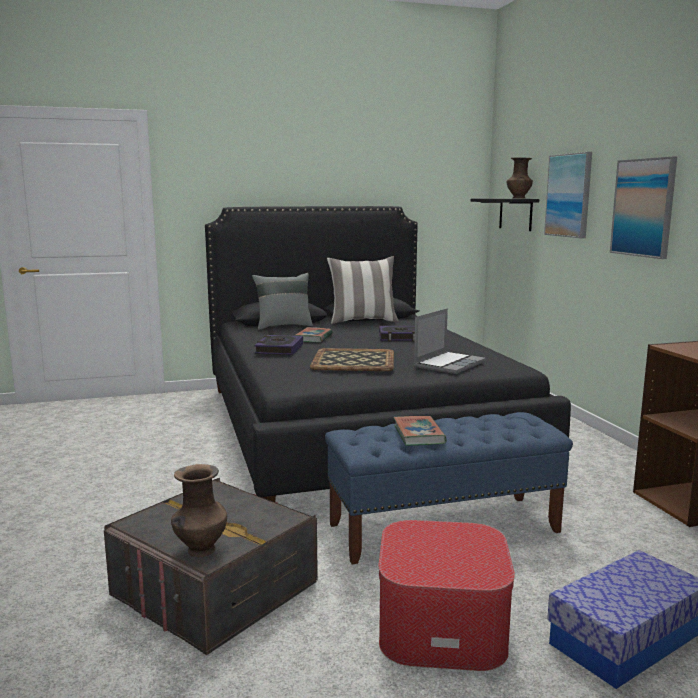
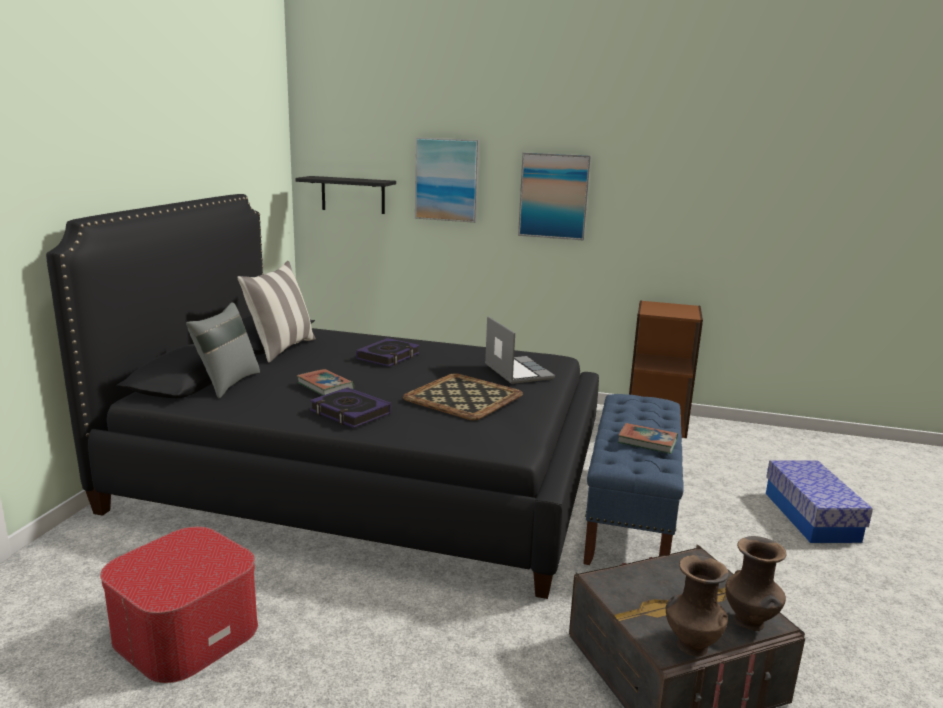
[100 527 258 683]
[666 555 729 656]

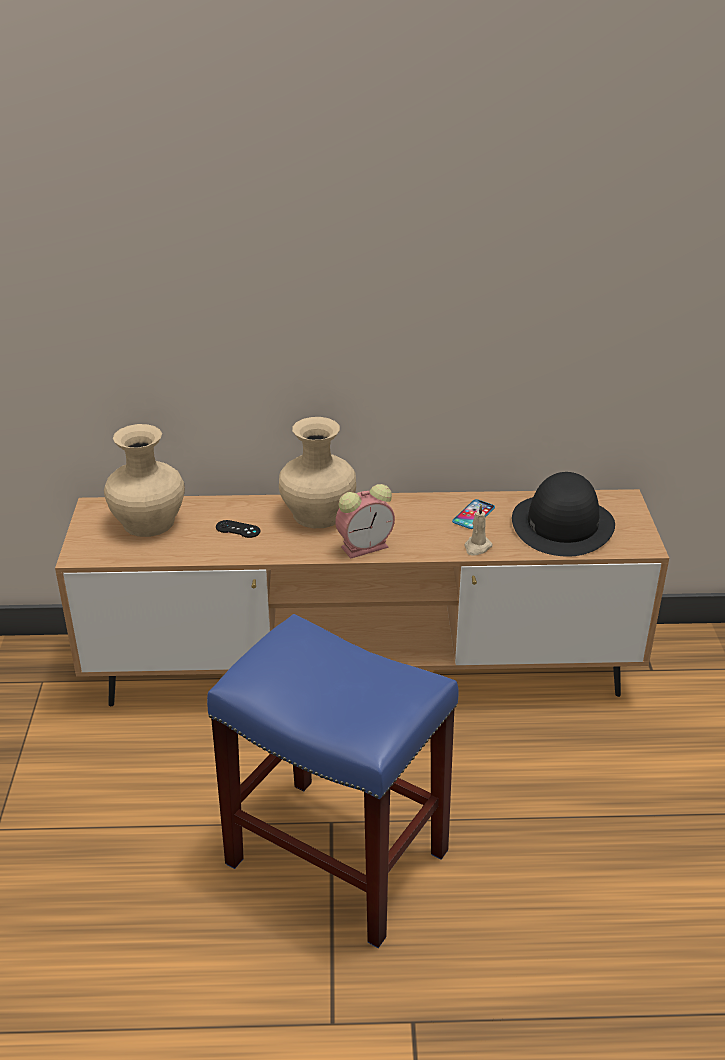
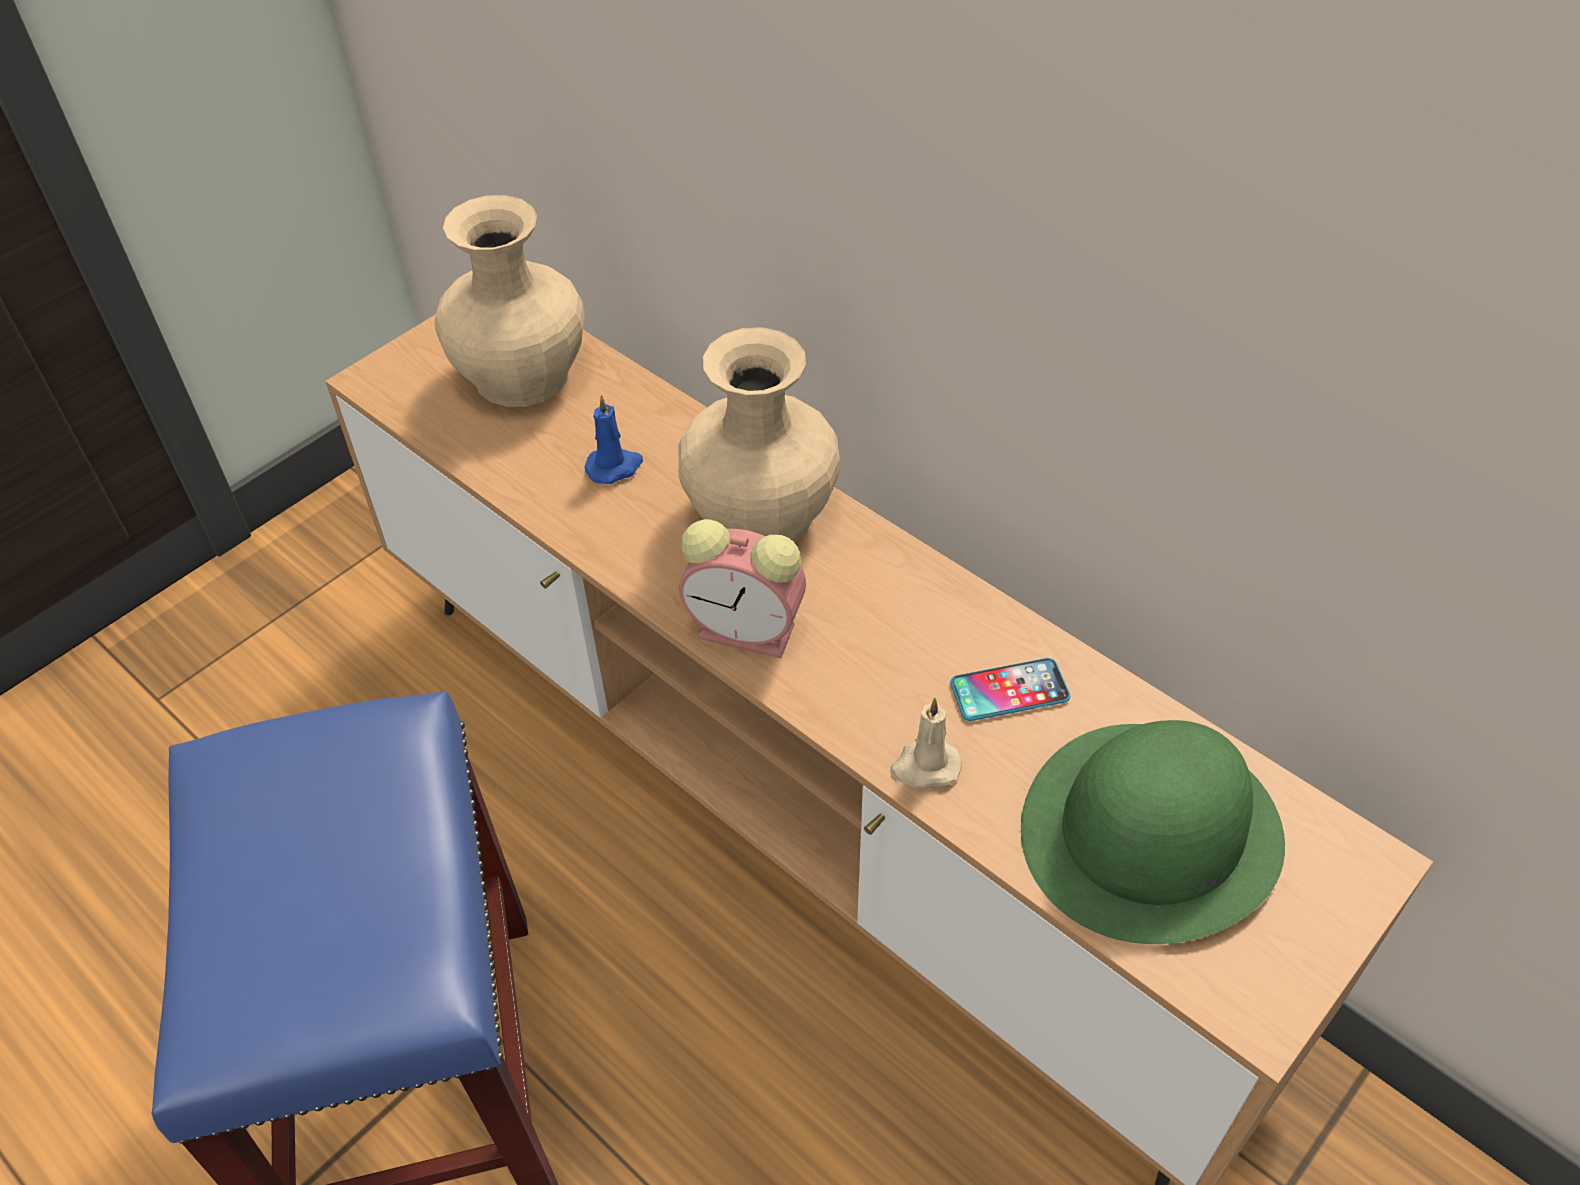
[585 395 643 484]
[1021 720 1285 944]

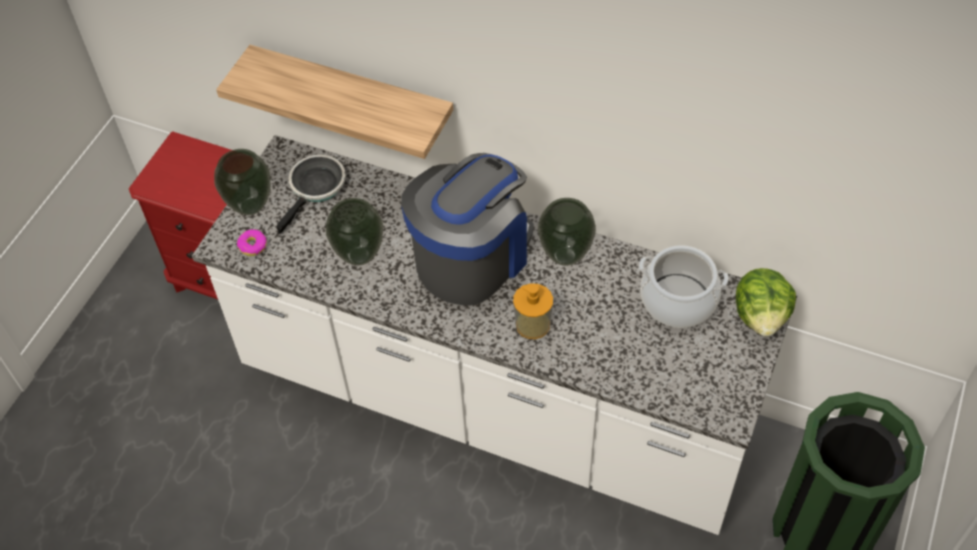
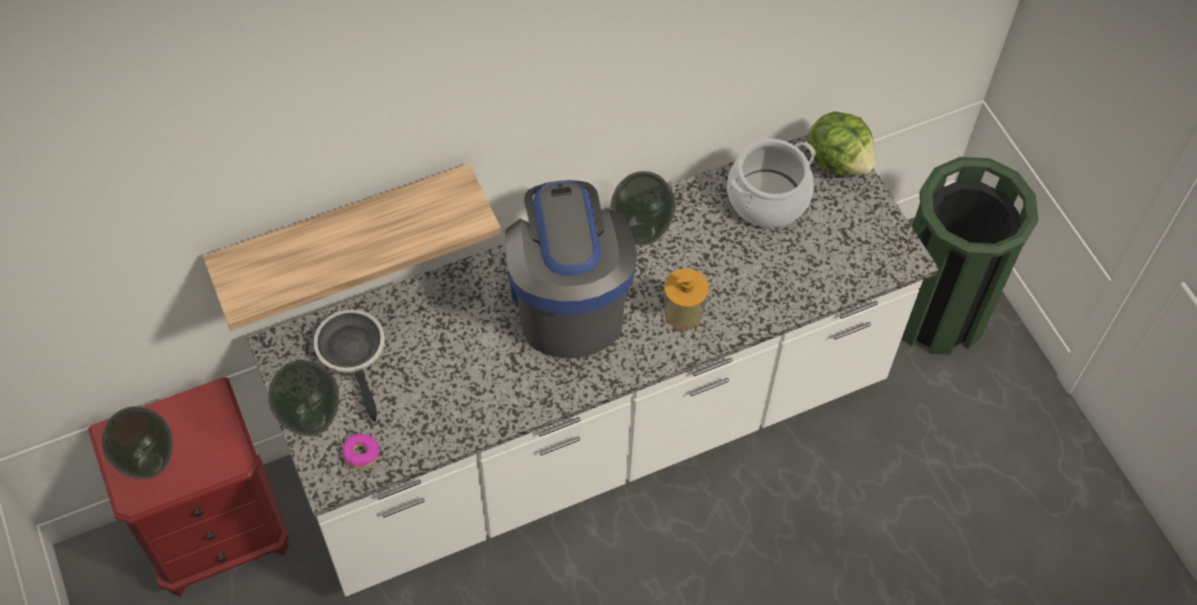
[102 406 173 479]

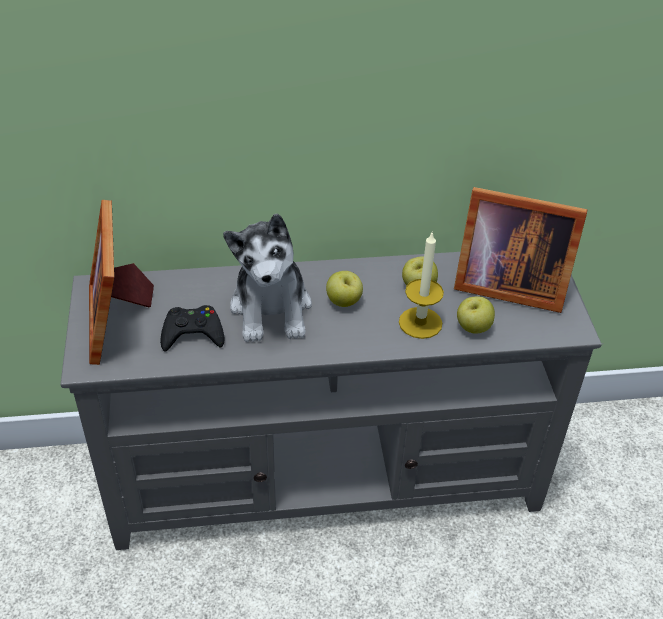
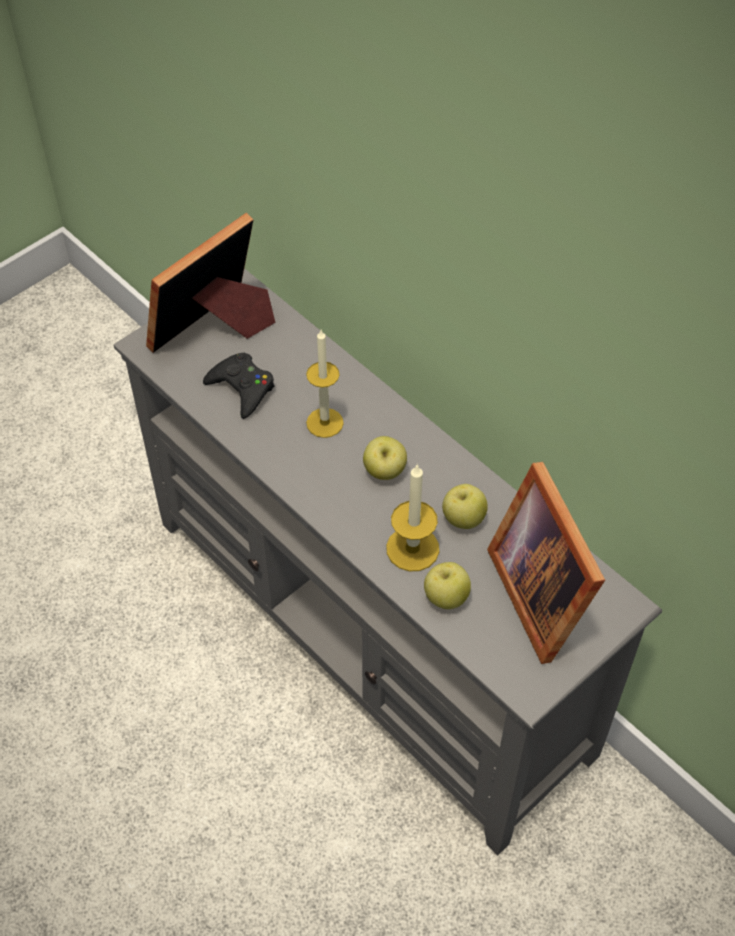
[306 330 344 438]

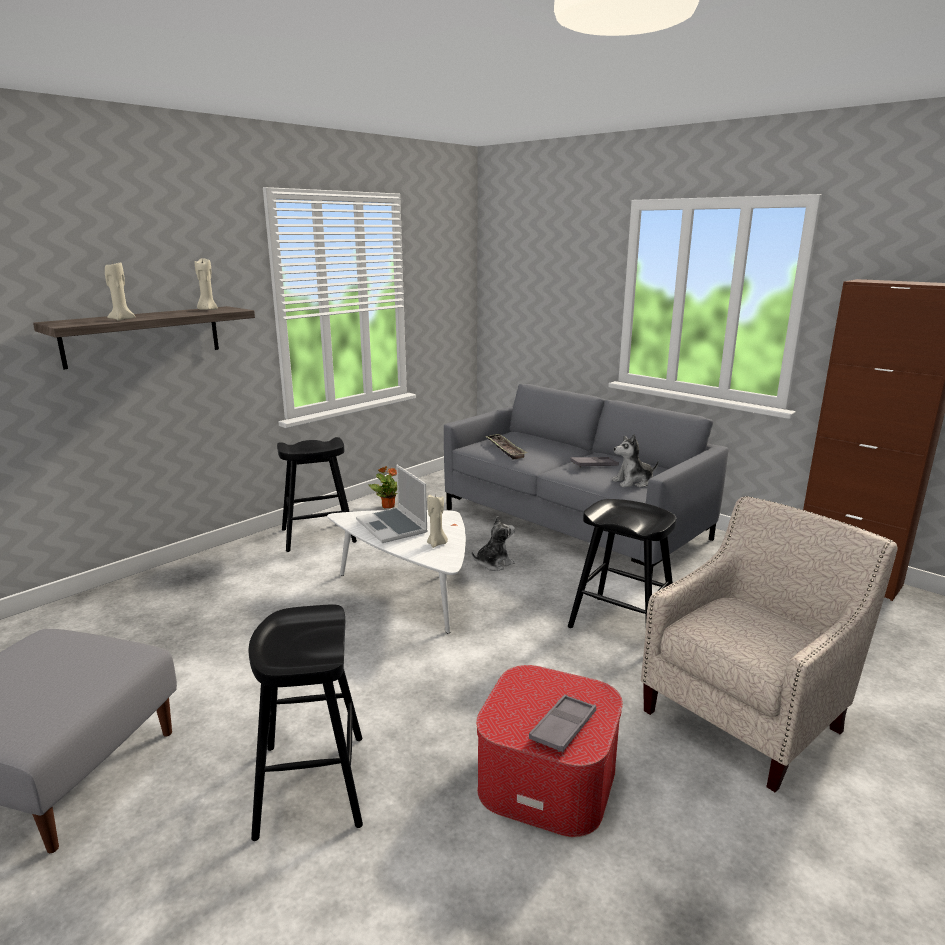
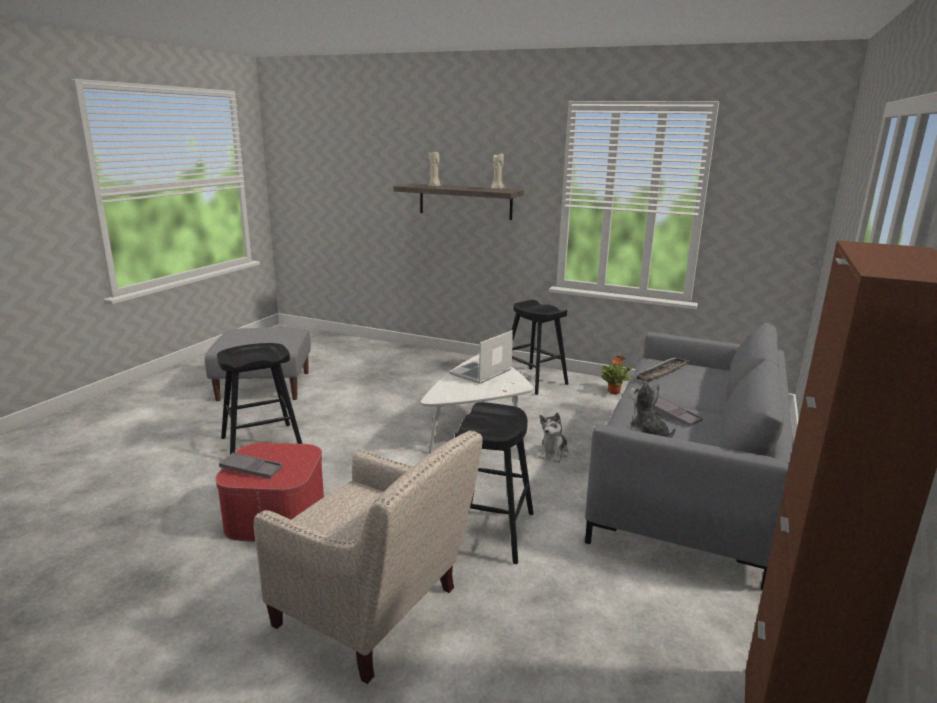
[427 493 448 548] (first image)
[538 413 569 463]

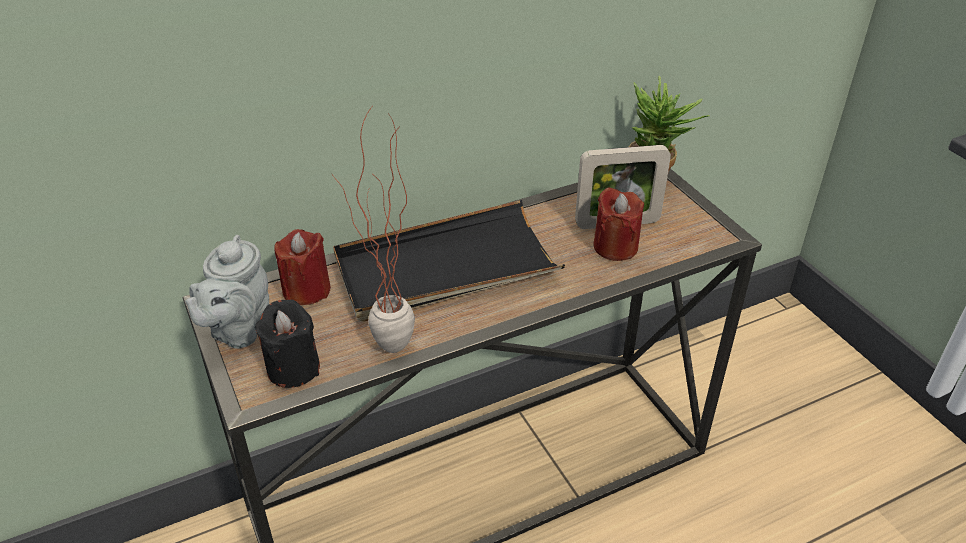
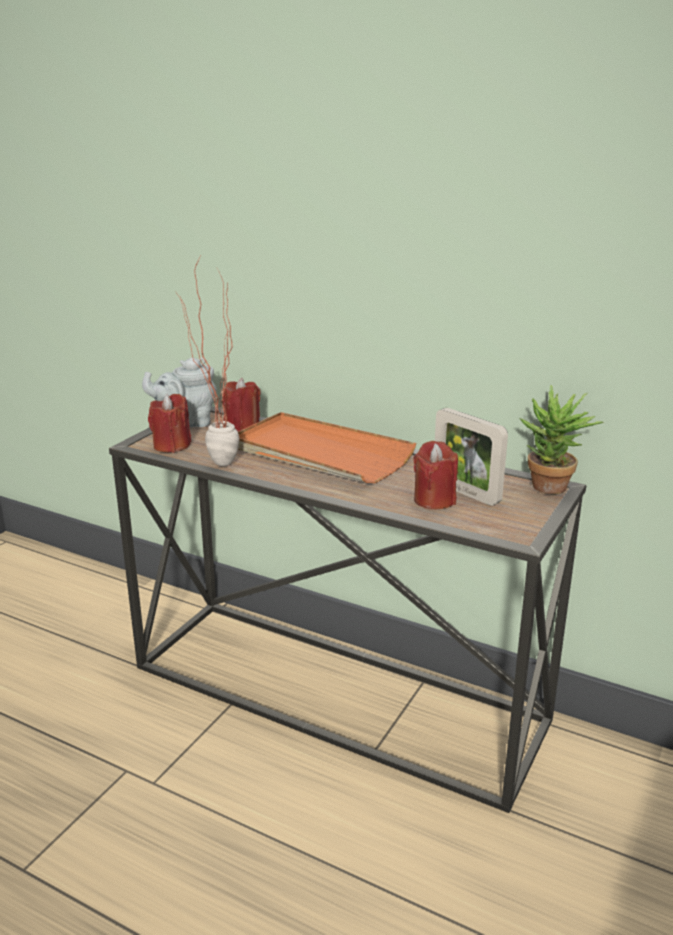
[148 394 191 453]
[238 412 416 483]

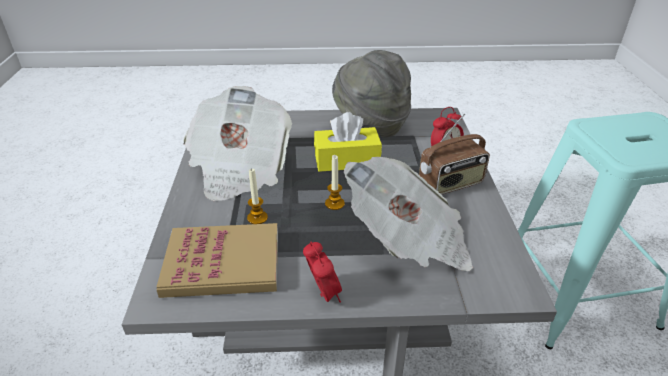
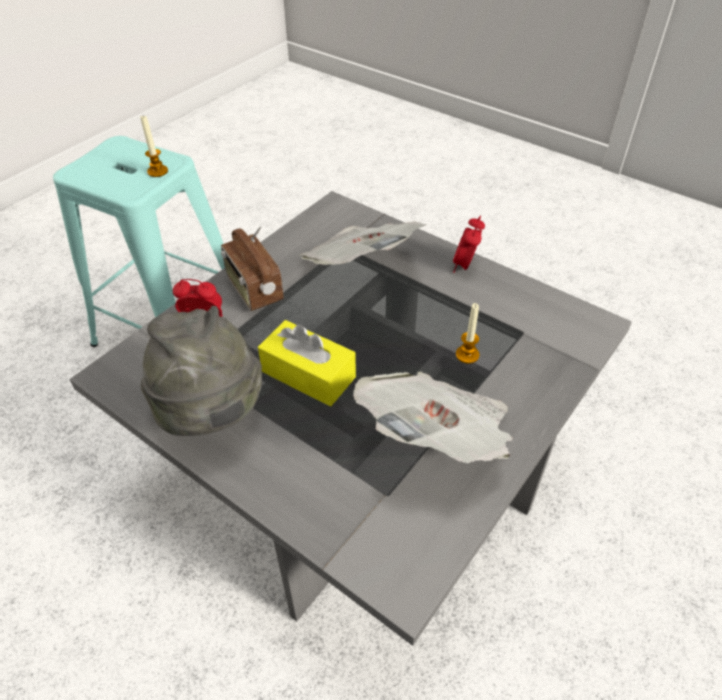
[157 223 278 298] (first image)
[140 116 168 177]
[221 226 284 311]

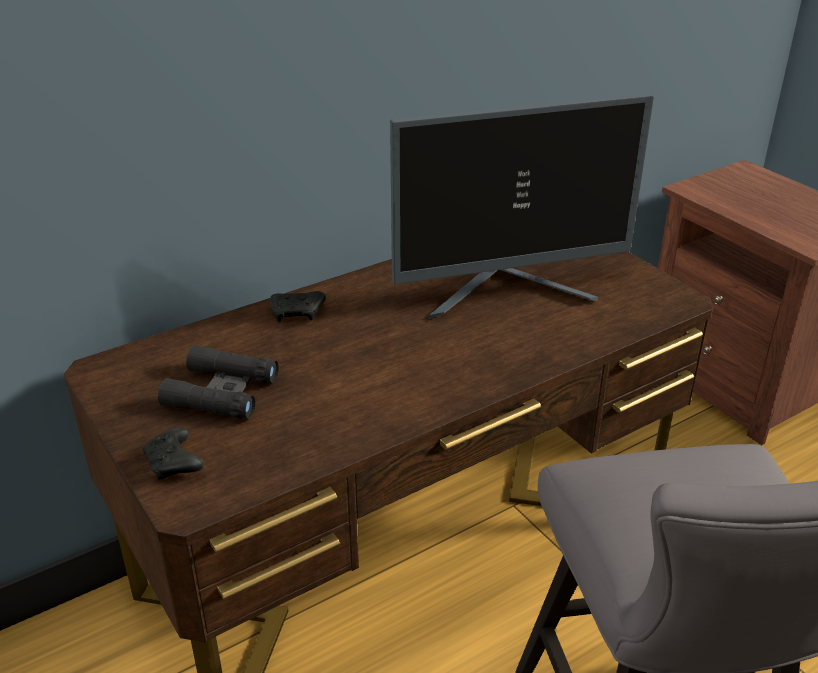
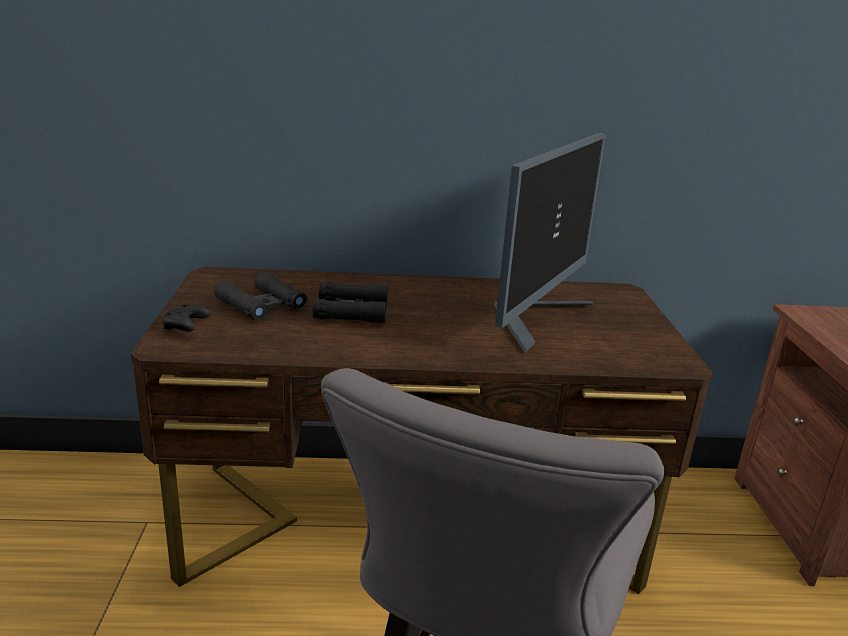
[270 291 326 322] (first image)
[494 133 606 353]
[313 282 388 323]

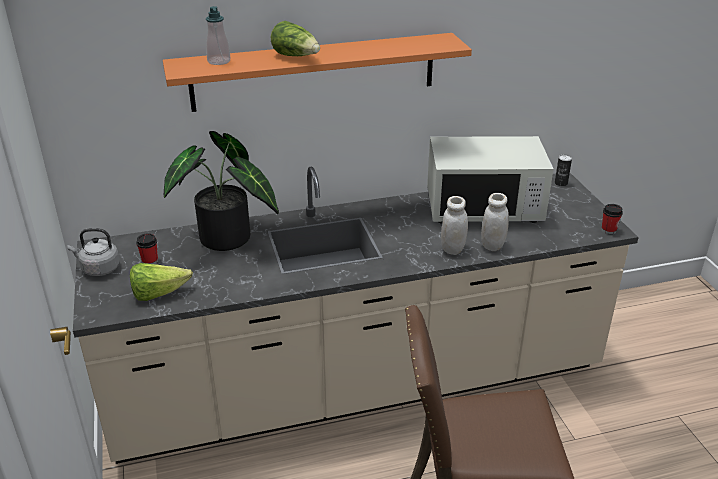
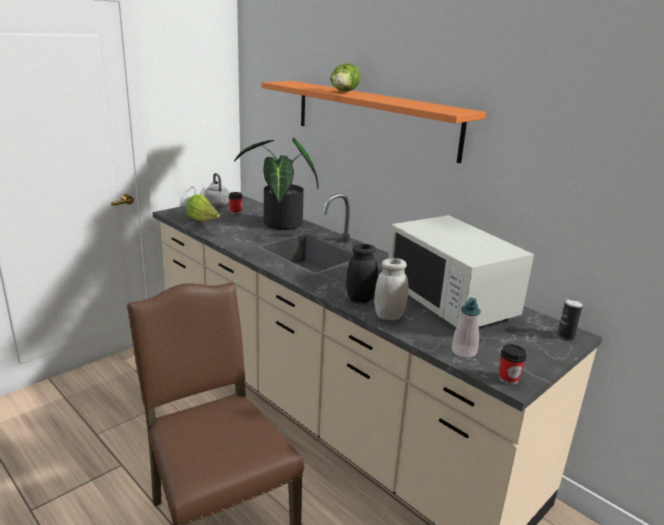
[452 298 481 358]
[346 244 378 303]

